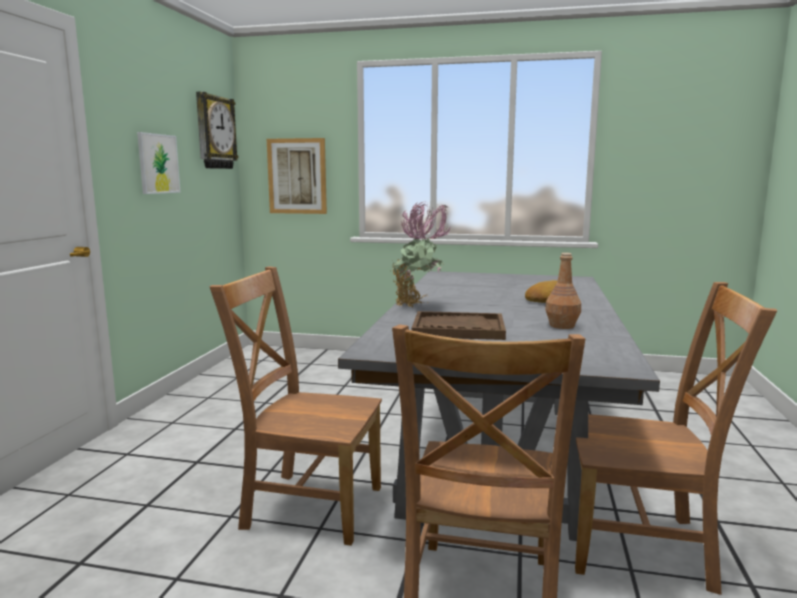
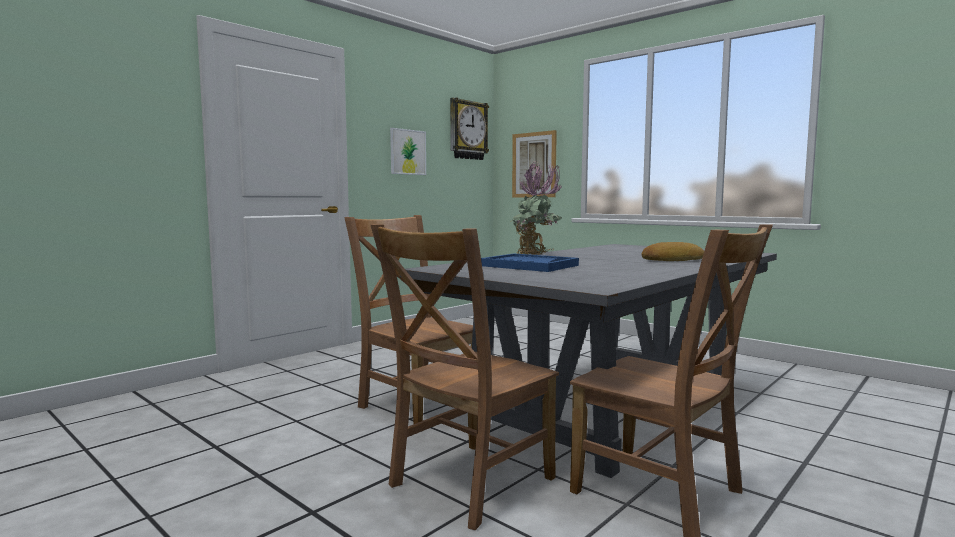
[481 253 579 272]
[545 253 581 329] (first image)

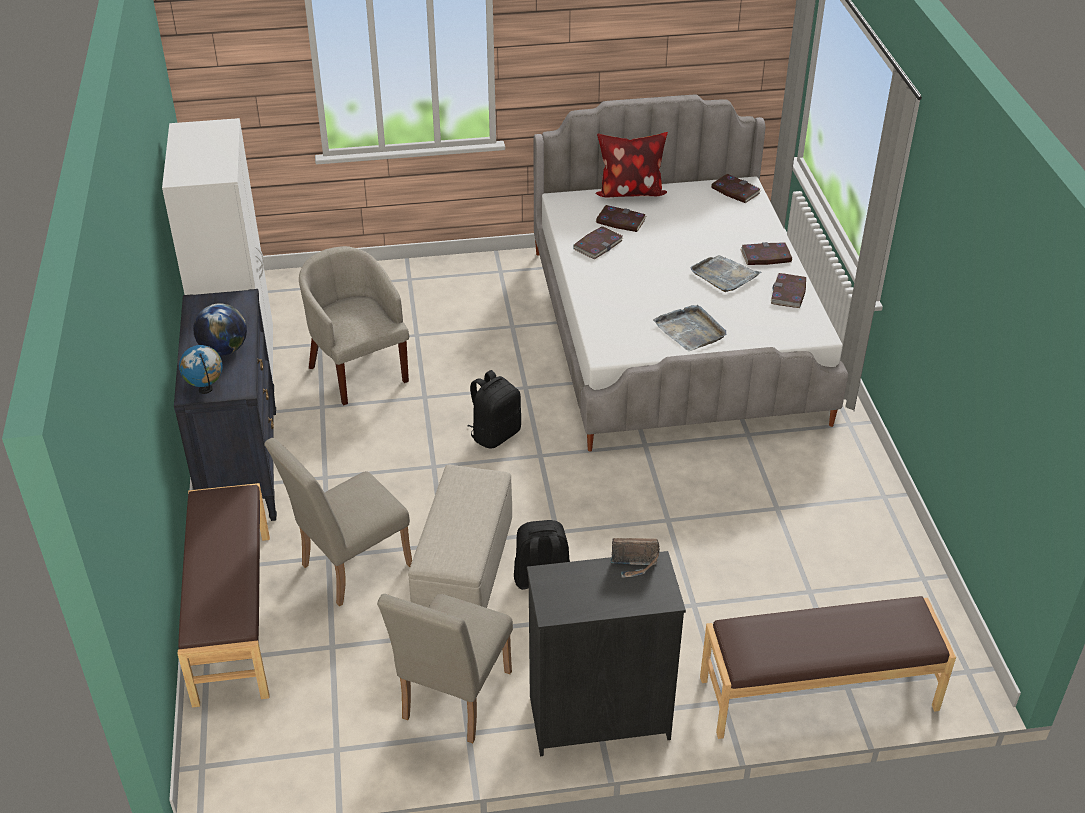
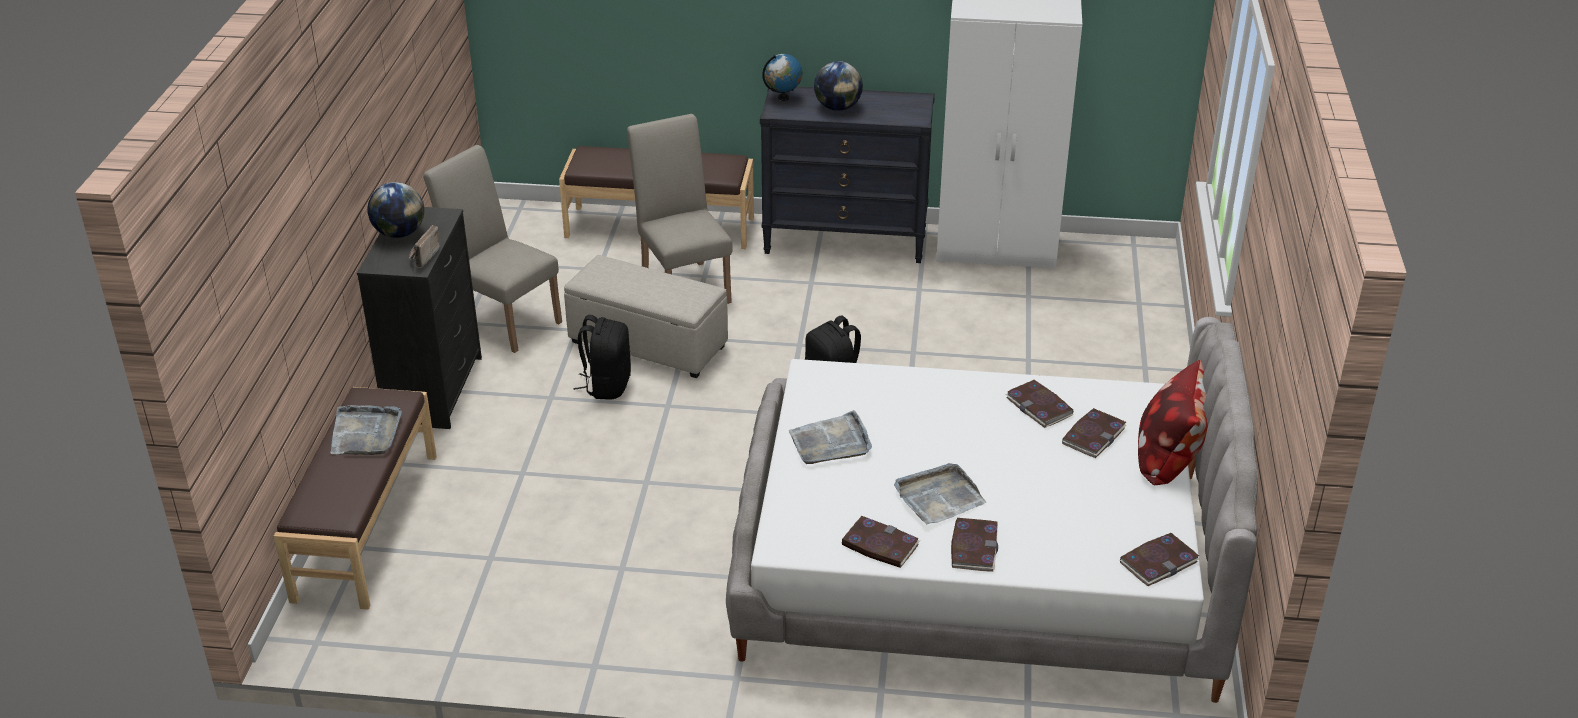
[299 246 409 405] (first image)
[330 405 402 455]
[367 182 424 238]

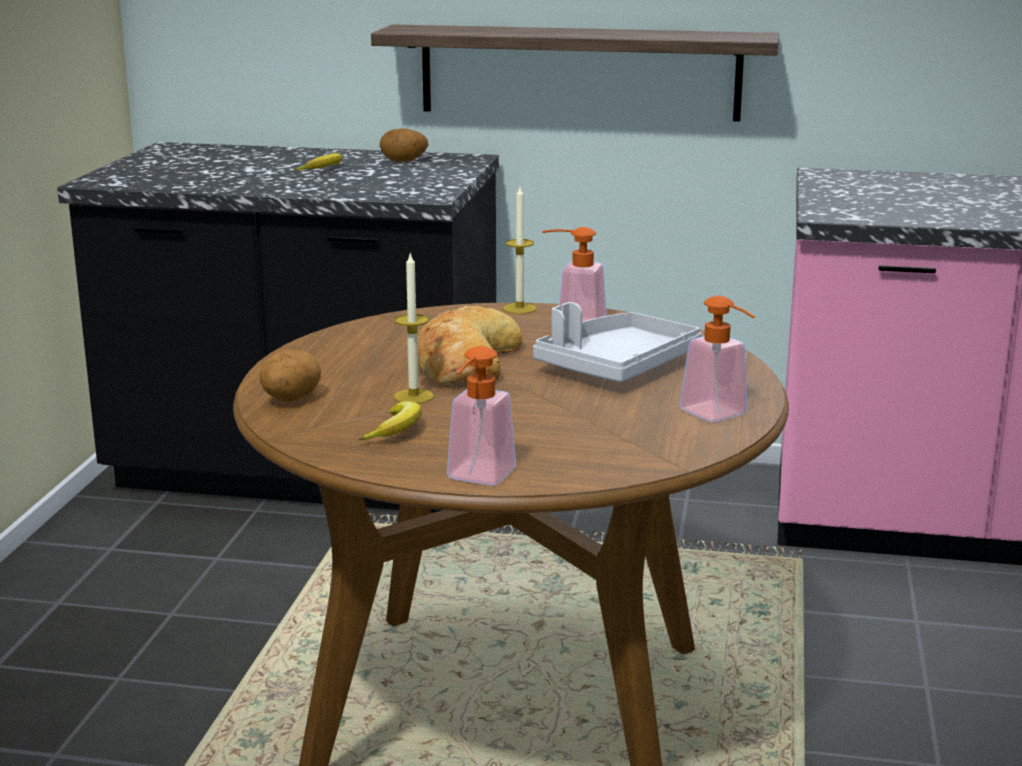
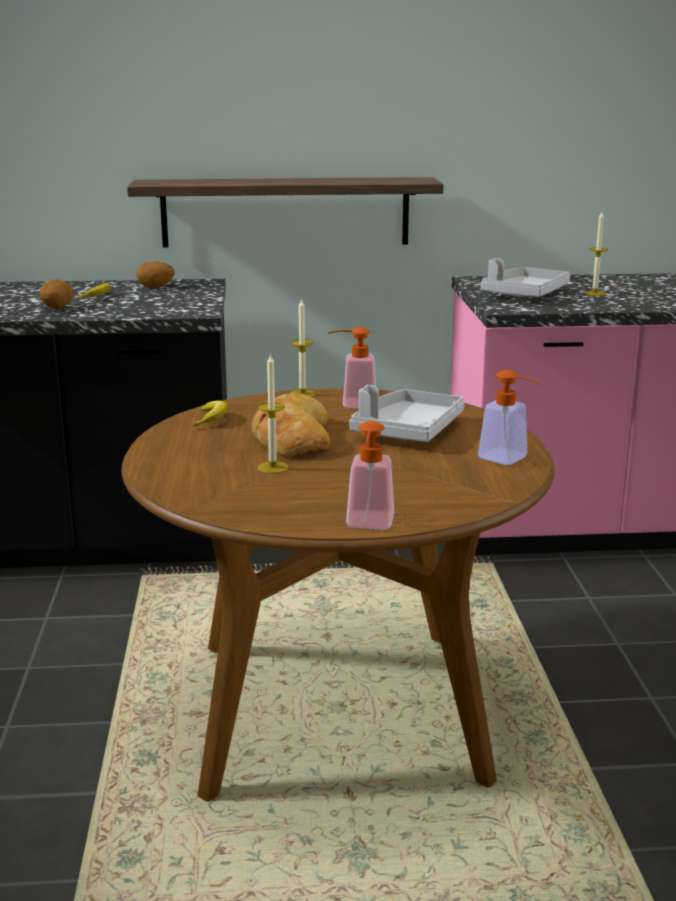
[40 280 73 310]
[192 401 228 426]
[481 258 570 297]
[584 212 608 296]

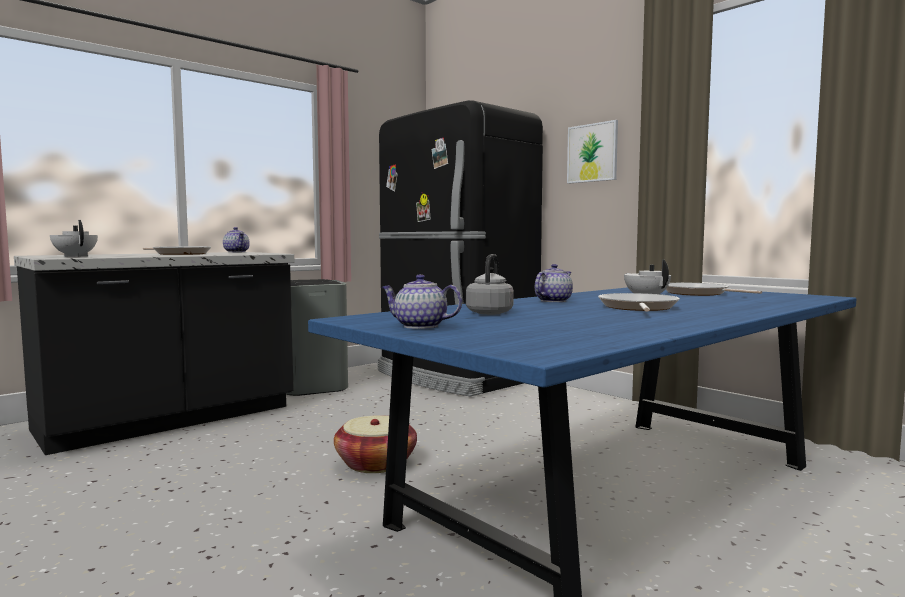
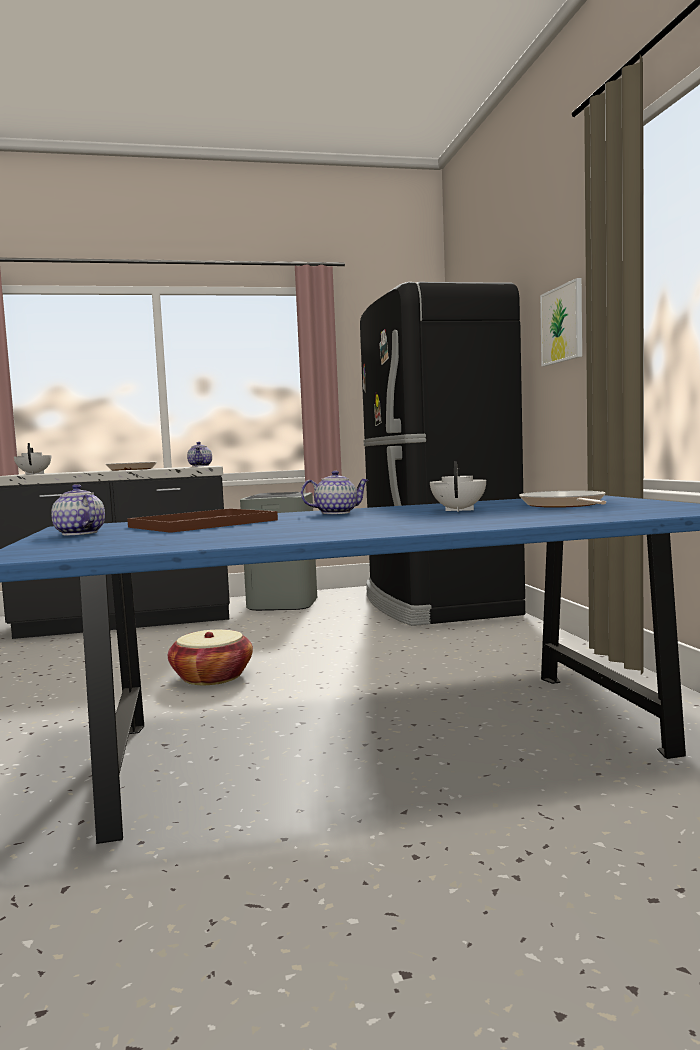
[127 508 278 533]
[598 293 680 311] (first image)

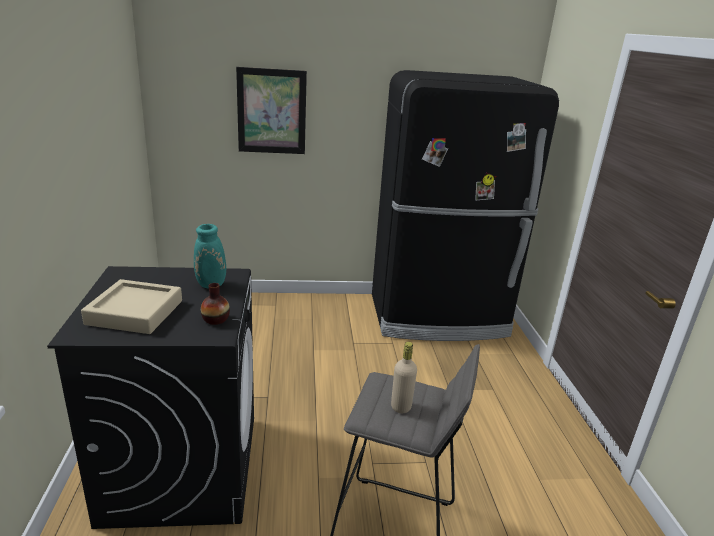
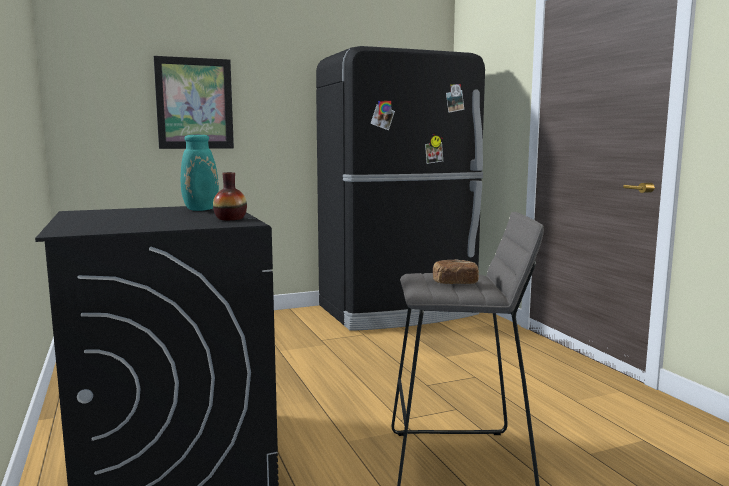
[81 279 182 334] (first image)
[433 259 479 284]

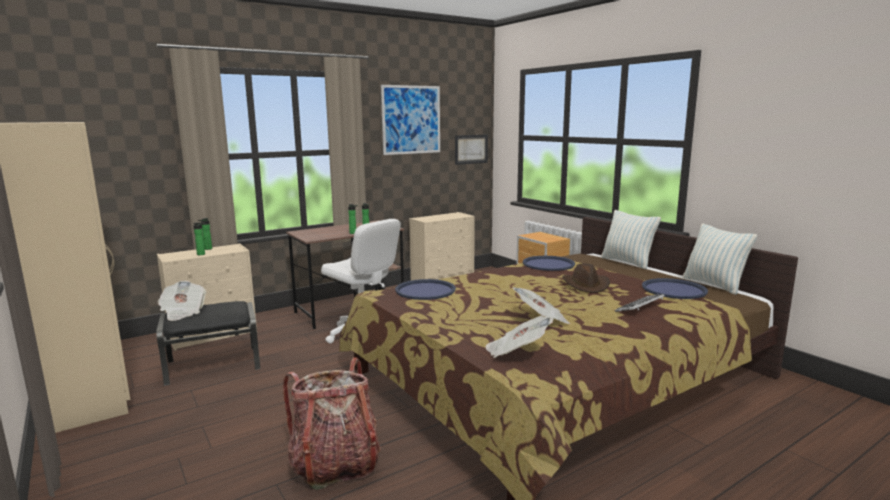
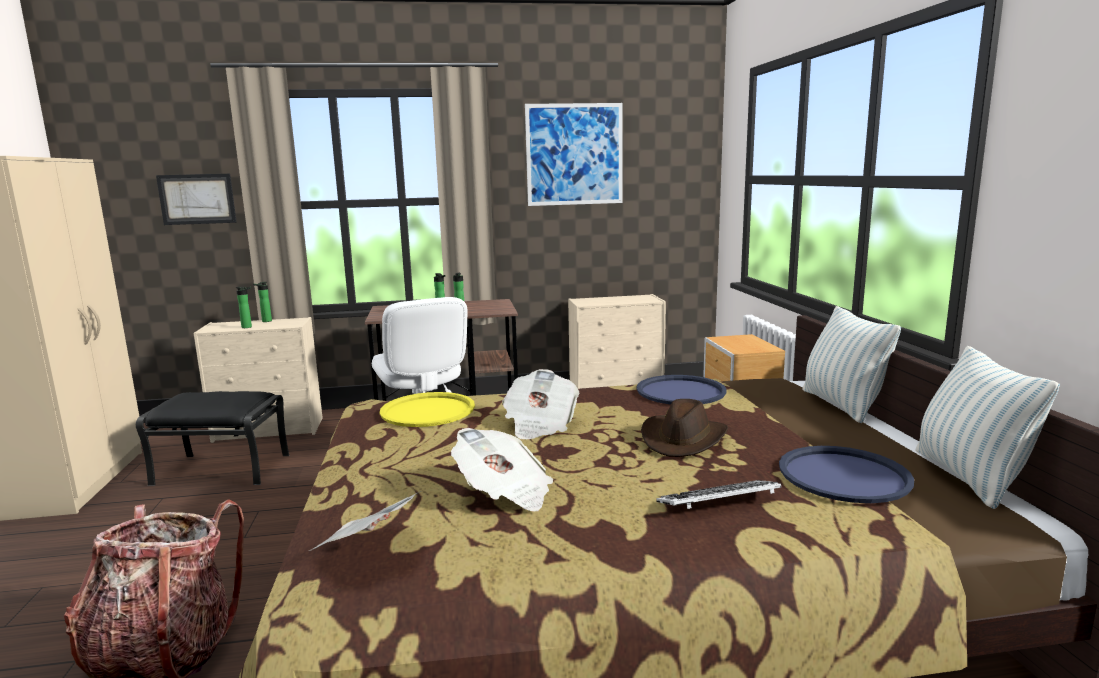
[502 369 580 439]
[380 392 475 427]
[156 174 237 225]

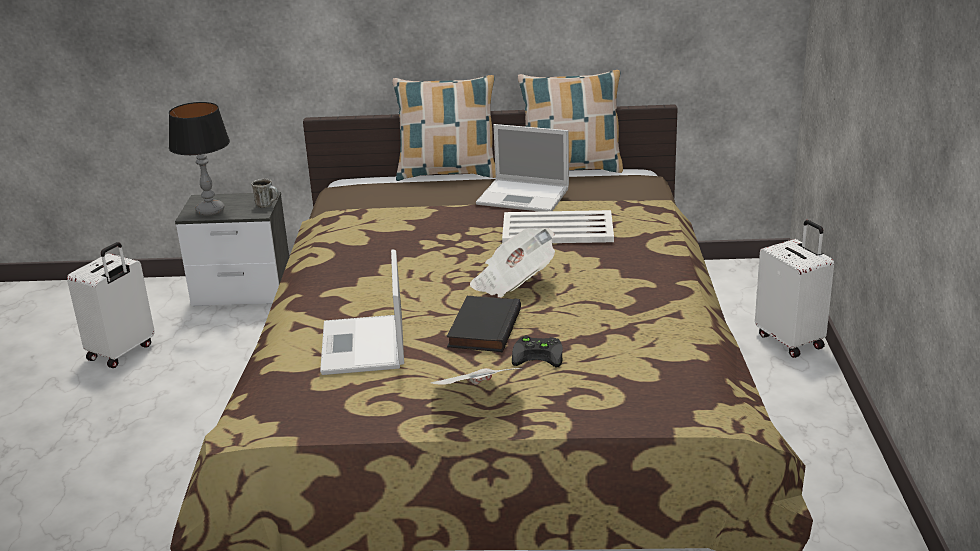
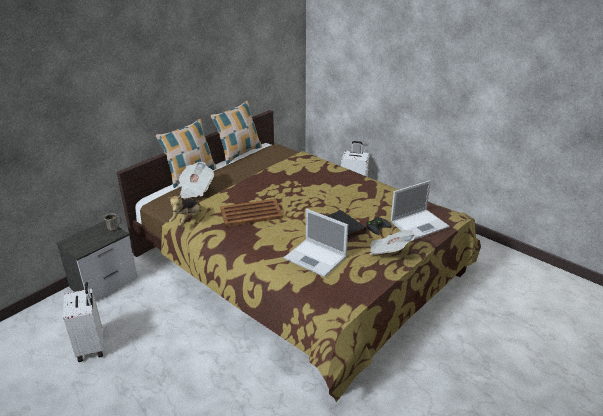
[169 102 230 216] (first image)
[178 162 214 198]
[391 180 449 240]
[502 210 614 243] (first image)
[168 195 201 226]
[220 199 283 227]

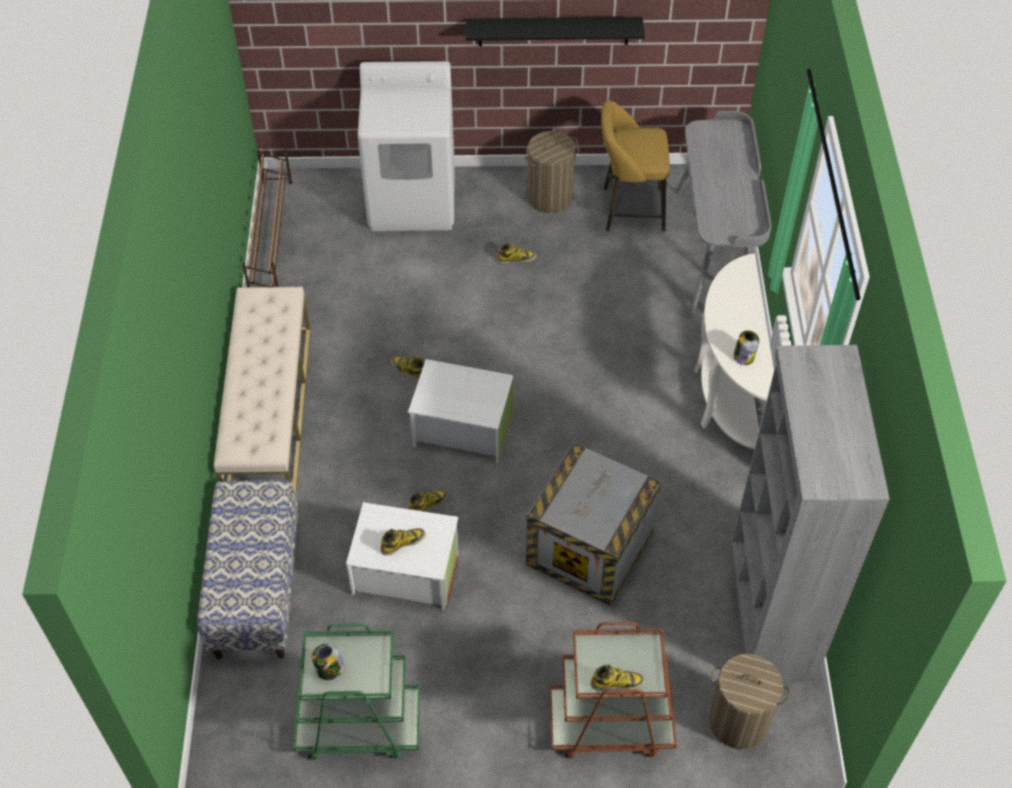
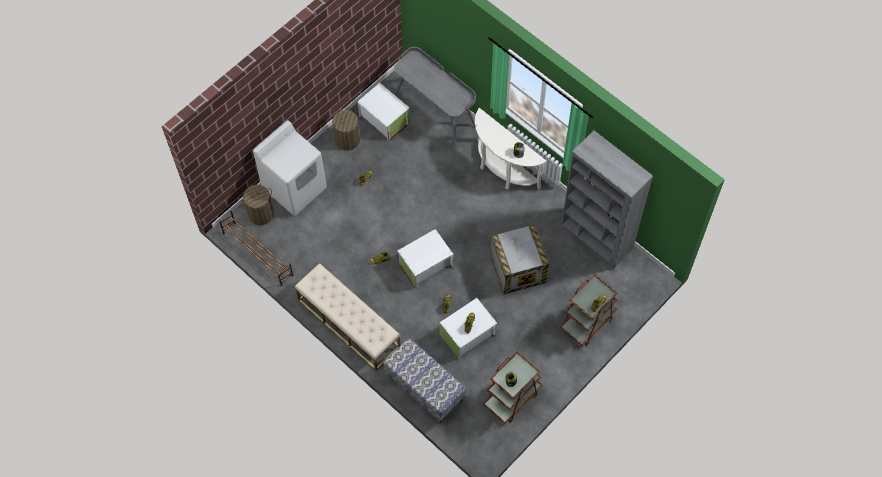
[483 352 543 424]
[466 17 645 46] (first image)
[358 83 410 140]
[241 185 274 225]

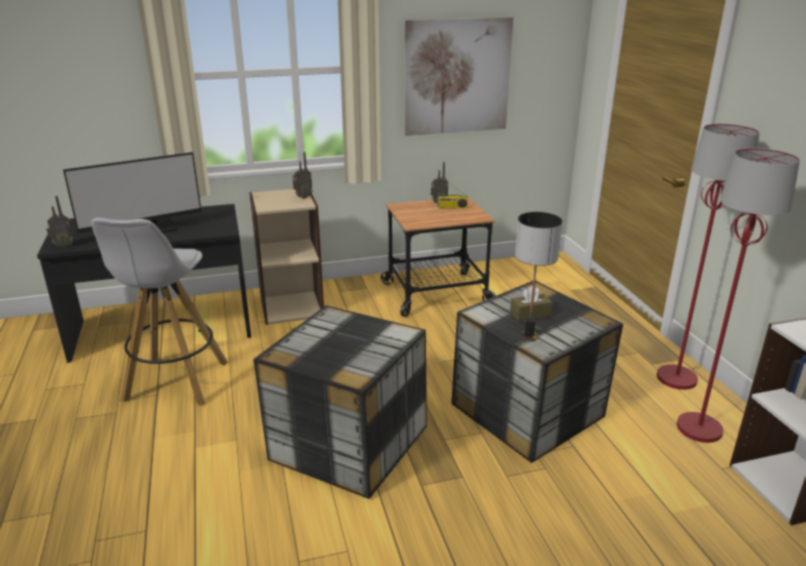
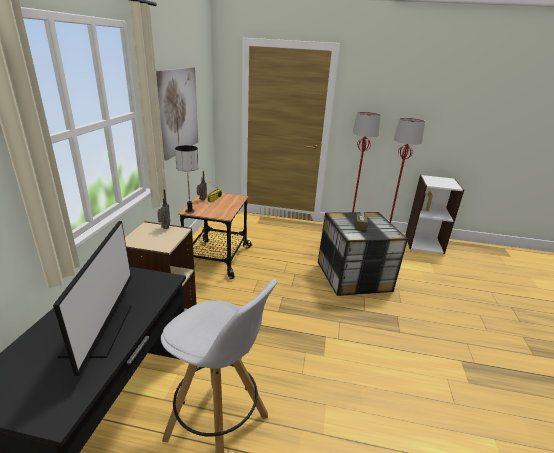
[46 196 73 248] (first image)
[253 305 427 499] (first image)
[175 145 199 213]

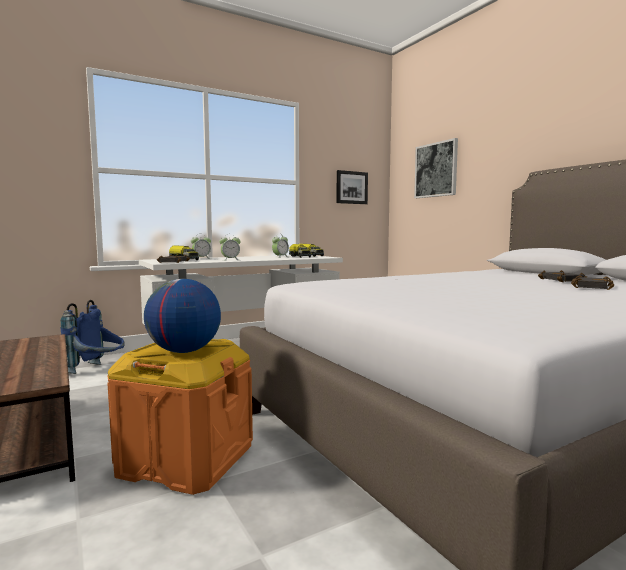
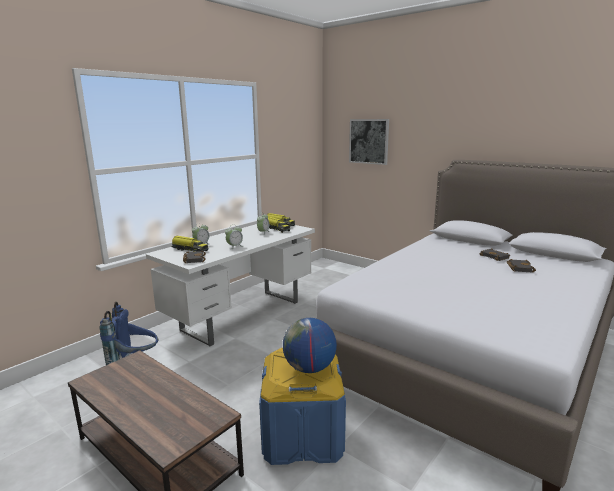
[259 348 346 465]
[336 170 368 204] (first image)

